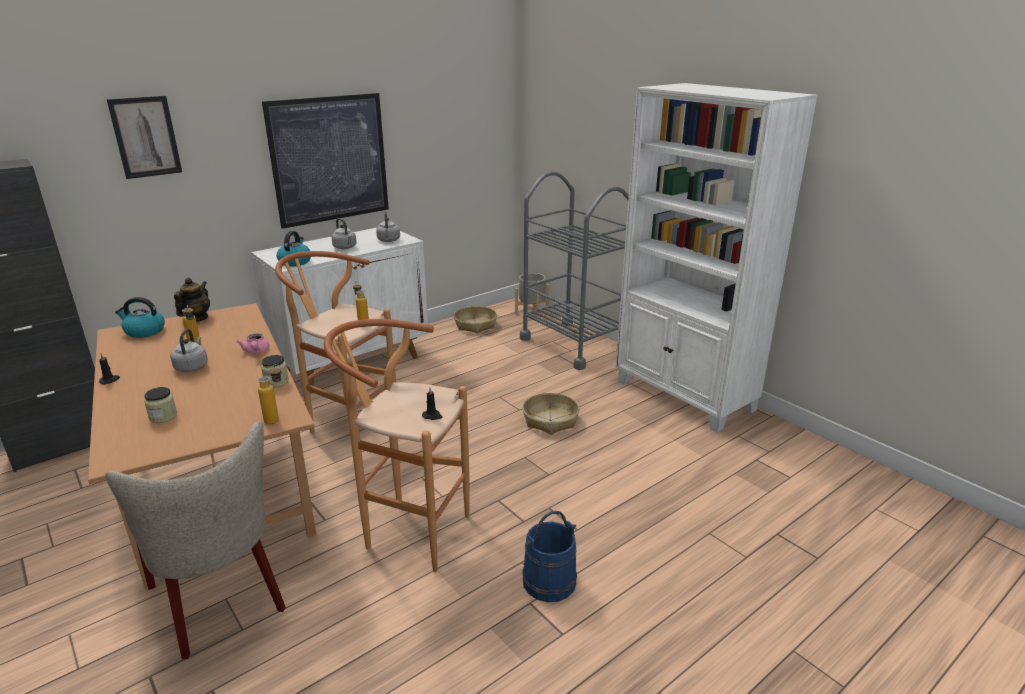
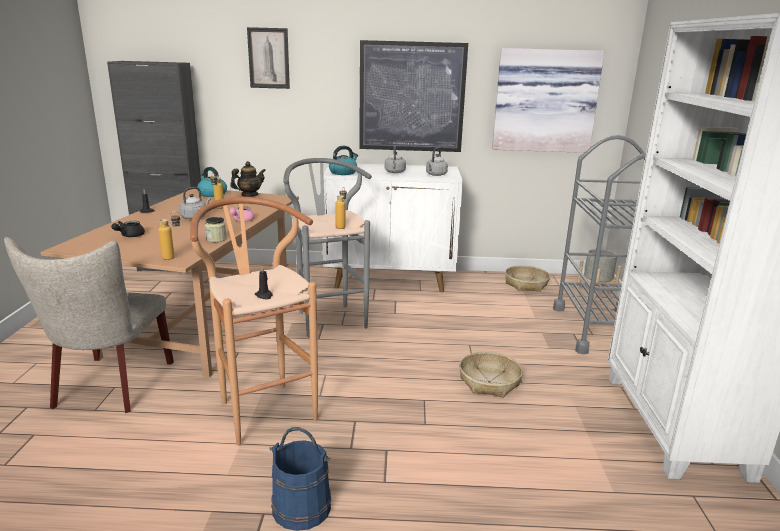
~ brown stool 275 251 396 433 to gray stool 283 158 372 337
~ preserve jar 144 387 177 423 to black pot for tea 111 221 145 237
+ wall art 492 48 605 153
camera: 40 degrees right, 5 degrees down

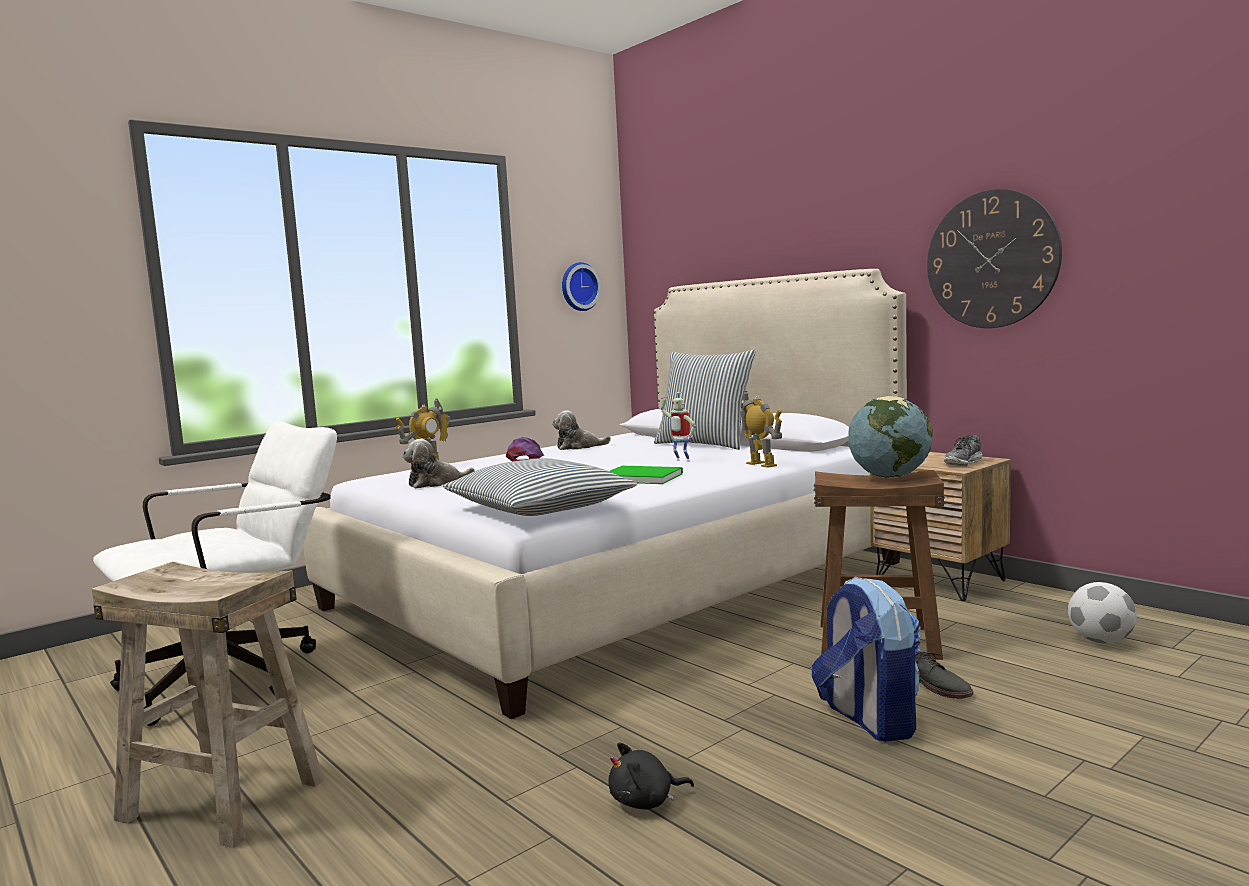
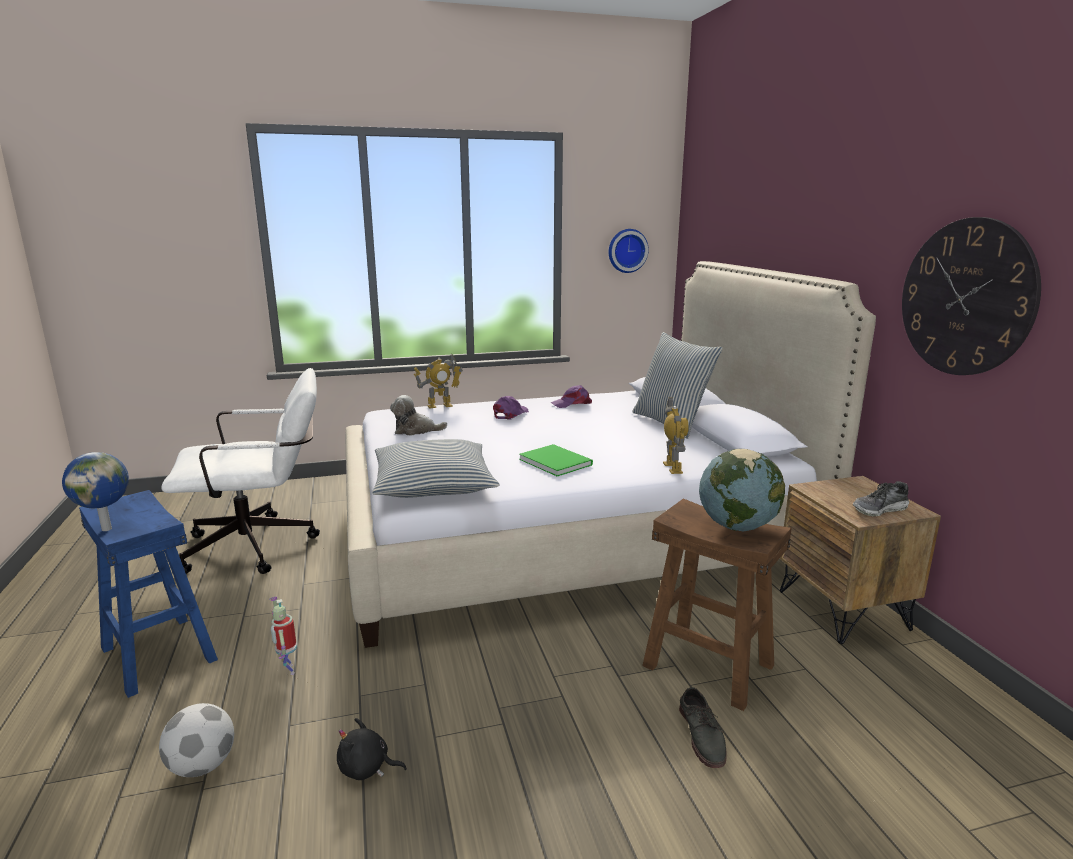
~ robot figure 660 392 696 462 to 270 597 297 675
~ plush toy 552 410 611 450 to purple-coloured baseball cap 551 385 592 408
~ beige-coloured stool 92 562 324 848 to blue-coloured stool 79 490 218 698
- rucksack 812 577 921 742
~ ball for football 1068 582 1137 644 to 159 703 234 777
+ desk globe 62 452 129 531
camera: 25 degrees right, 10 degrees up

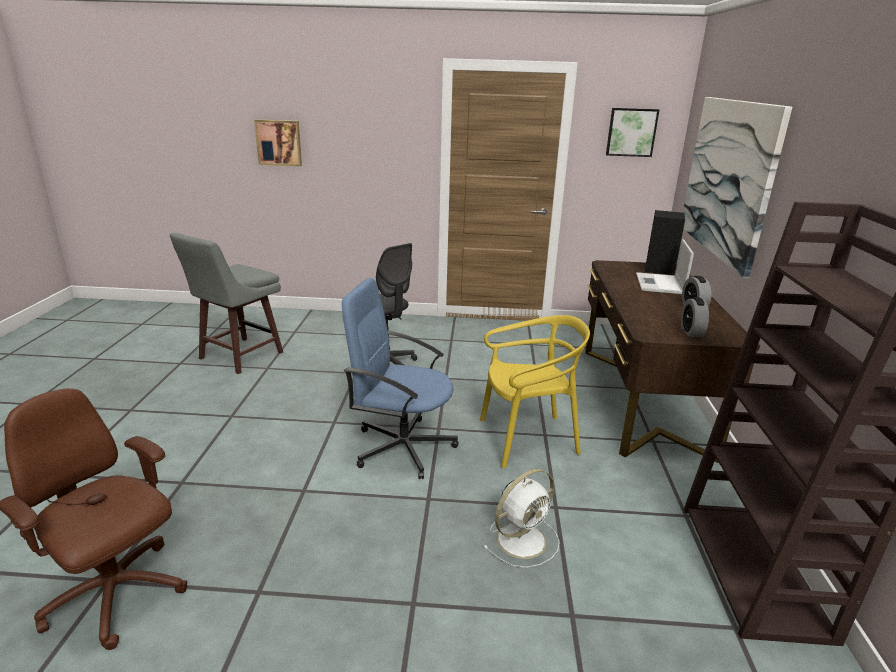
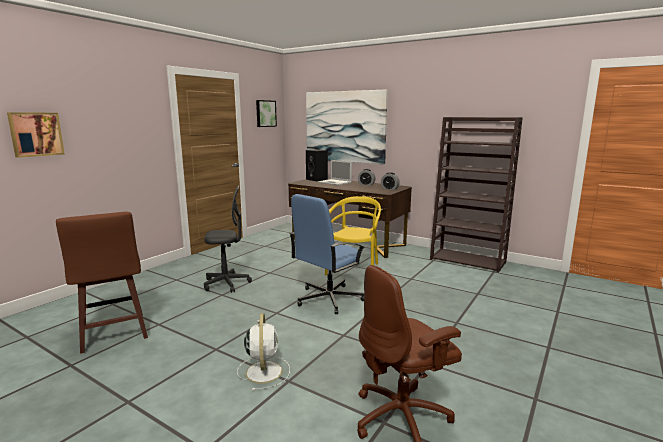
~ gray stool 170 233 283 374 to brown stool 56 212 148 354
~ whitish cooling fan 483 469 560 568 to 237 313 290 391
camera: 60 degrees left, 10 degrees down

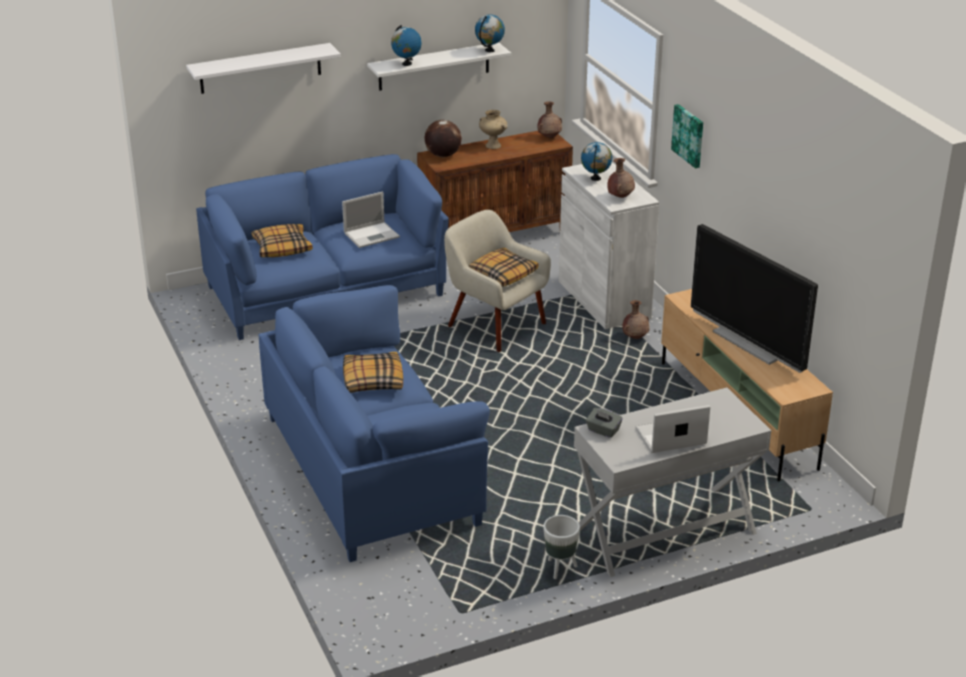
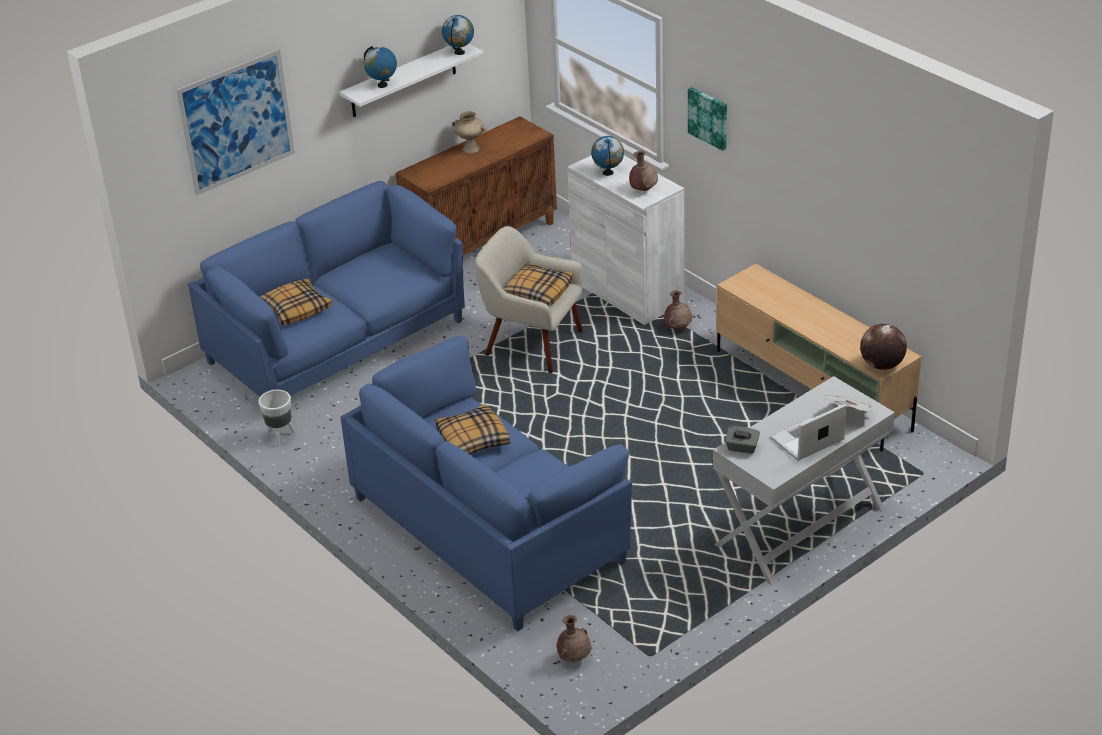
~ whitish wall shelf 186 43 341 94 to wall art 176 49 295 196
~ brown flower vase 537 101 562 138 to 557 615 591 662
~ desk globe 424 120 462 157 to 860 324 907 370
- notebook computer 342 191 400 248
- TV 691 224 818 373
~ whitish planter 543 515 580 579 to 258 390 296 447
+ daily paper 824 395 874 412
camera: 15 degrees left, 5 degrees up

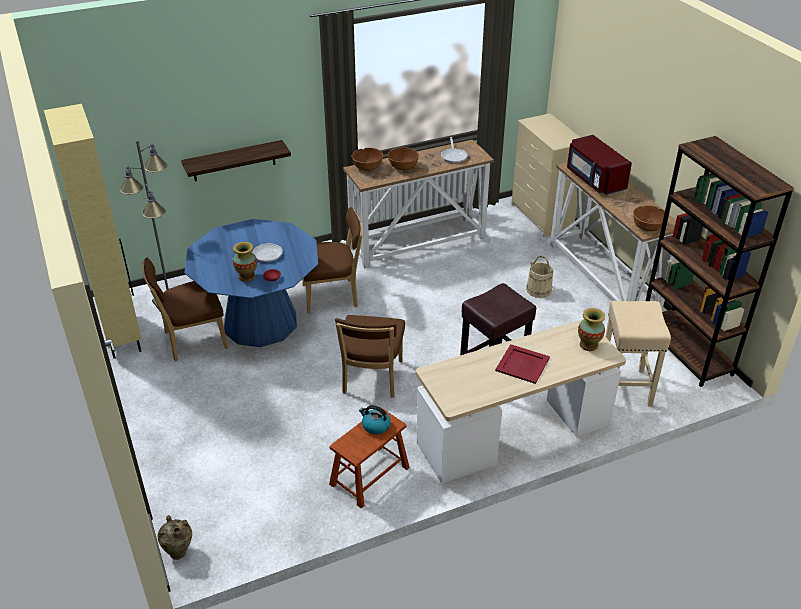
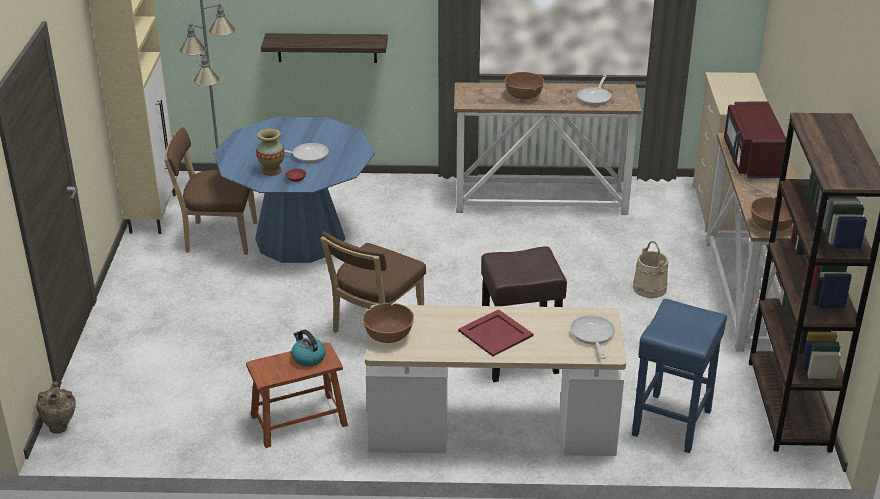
~ brown deep dish 352 148 383 171 to 362 303 414 343
- brown plain chair 302 207 363 314
~ beige-coloured stool 605 301 671 407 to blue-coloured stool 632 299 727 453
~ flower vase 578 308 605 351 to pan 570 315 615 359
camera: 25 degrees right, 5 degrees down

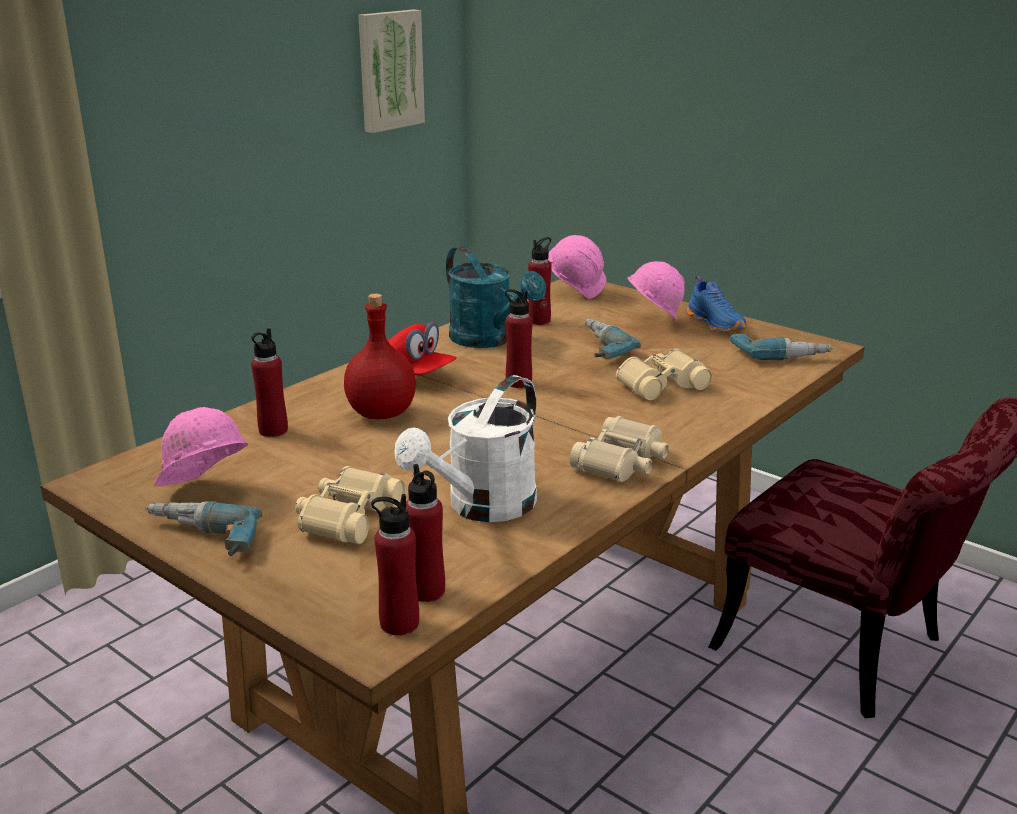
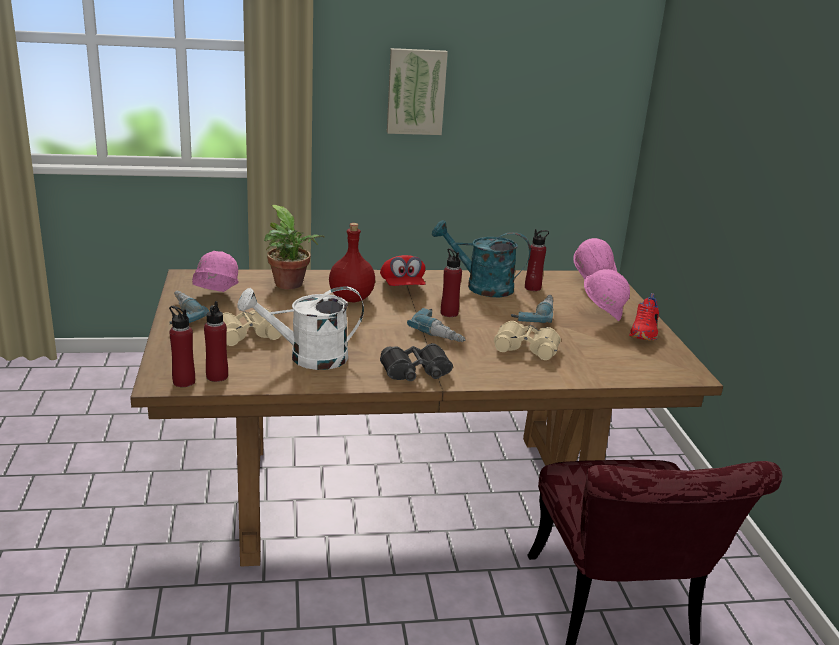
~ wall art 358 9 425 133 to 387 48 448 135
~ turquoise watering pot 446 246 546 348 = 432 220 531 297 105 degrees clockwise
~ blue-coloured shoe 687 276 746 333 to red-coloured shoe 629 293 659 341
~ red-coloured beverage bottle 251 328 288 437 to houseplant 264 205 325 290
~ drill 730 333 833 360 to 407 308 466 342
~ beige-coloured pair of binoculars 570 416 669 482 to black pair of binoculars 380 343 453 381
camera: 40 degrees right, 0 degrees up

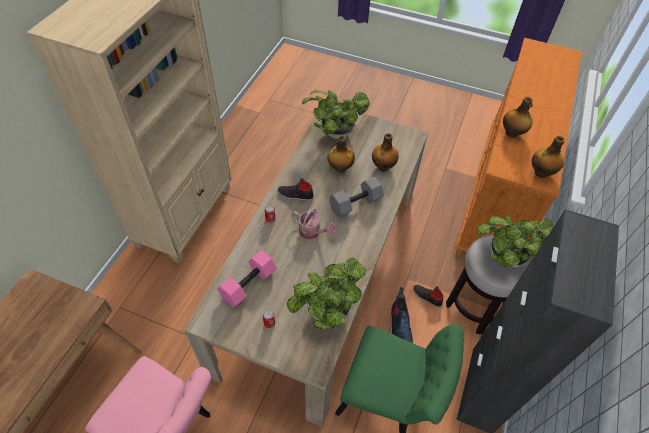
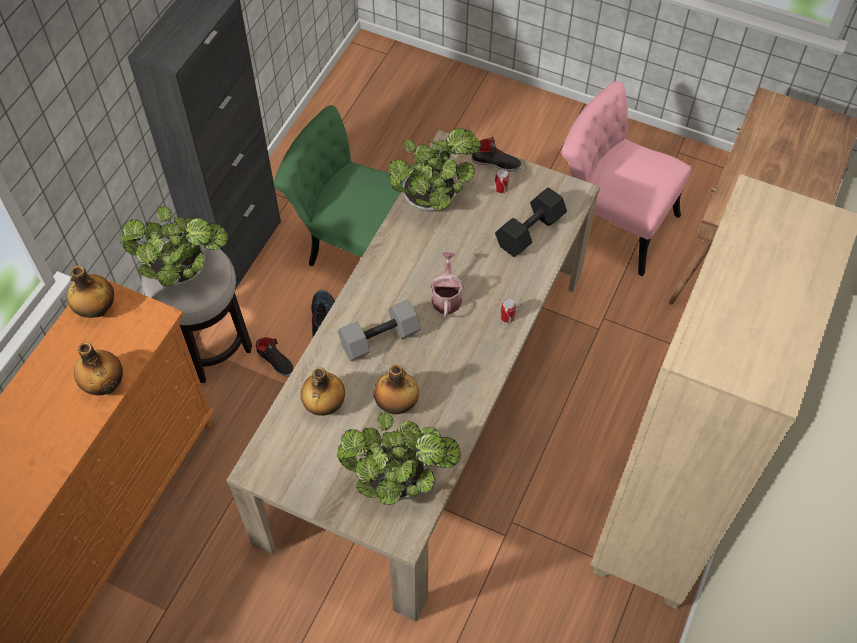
~ black shoe 278 178 314 201 to 472 137 521 172
~ watering pot 291 208 336 239 = 430 252 464 318 60 degrees clockwise
~ pink-coloured dumbbell 217 250 277 307 to black dumbbell 495 188 567 257
camera: 175 degrees left, 5 degrees up

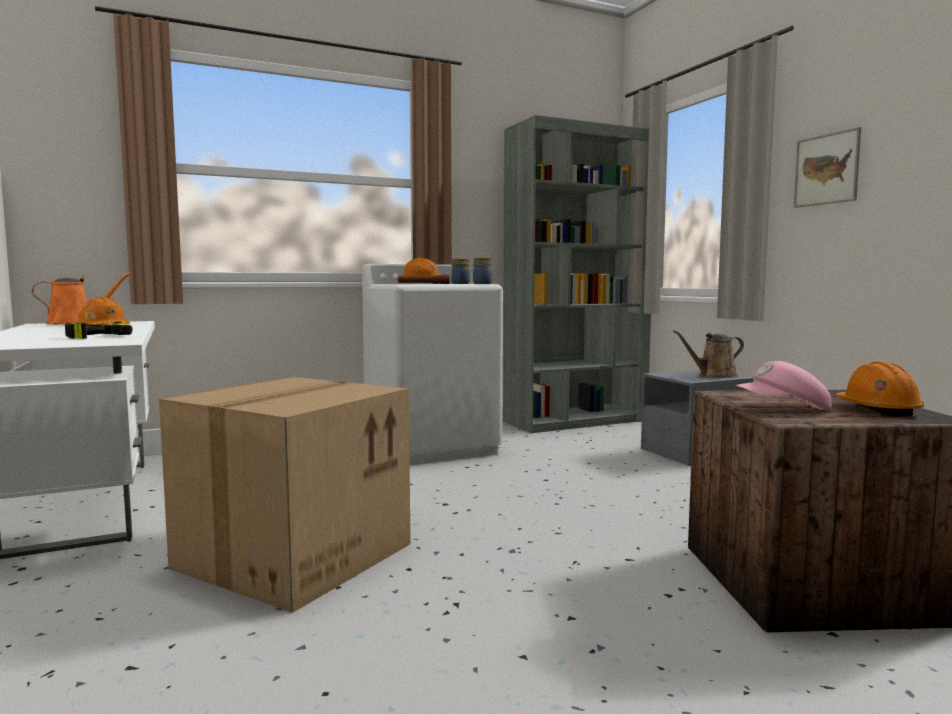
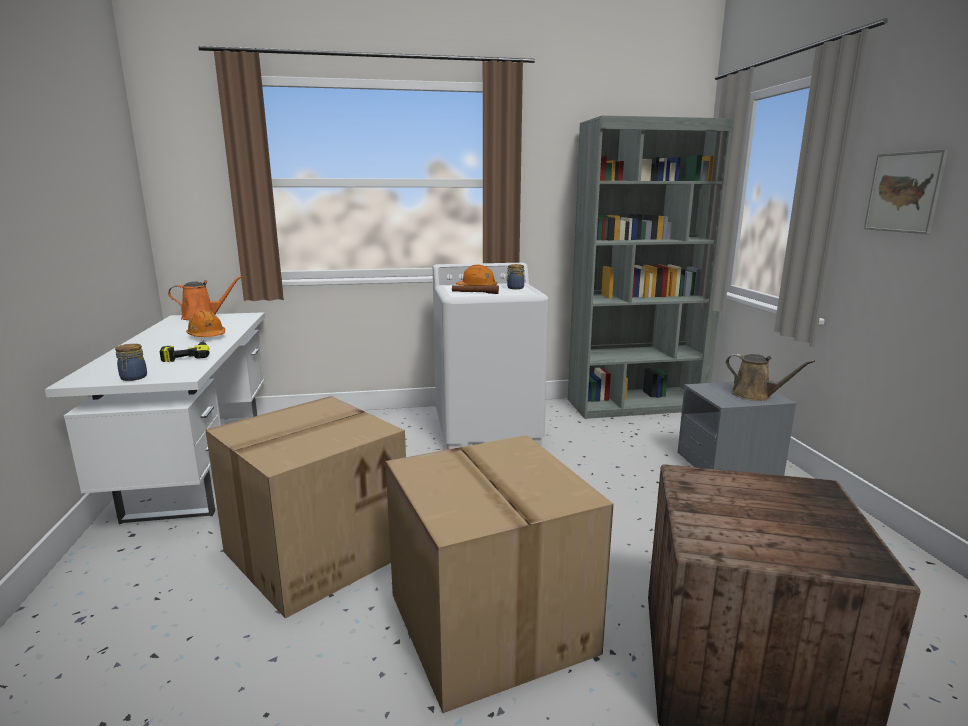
~ preserve jar 473 257 492 284 to 115 344 147 381
~ brown watering pot 673 330 744 378 = 726 354 815 401 135 degrees counterclockwise
- pink-coloured baseball cap 736 361 832 410
- orange safety helmet 836 361 924 417
+ cardboard box 386 435 614 713
camera: 15 degrees right, 10 degrees up

